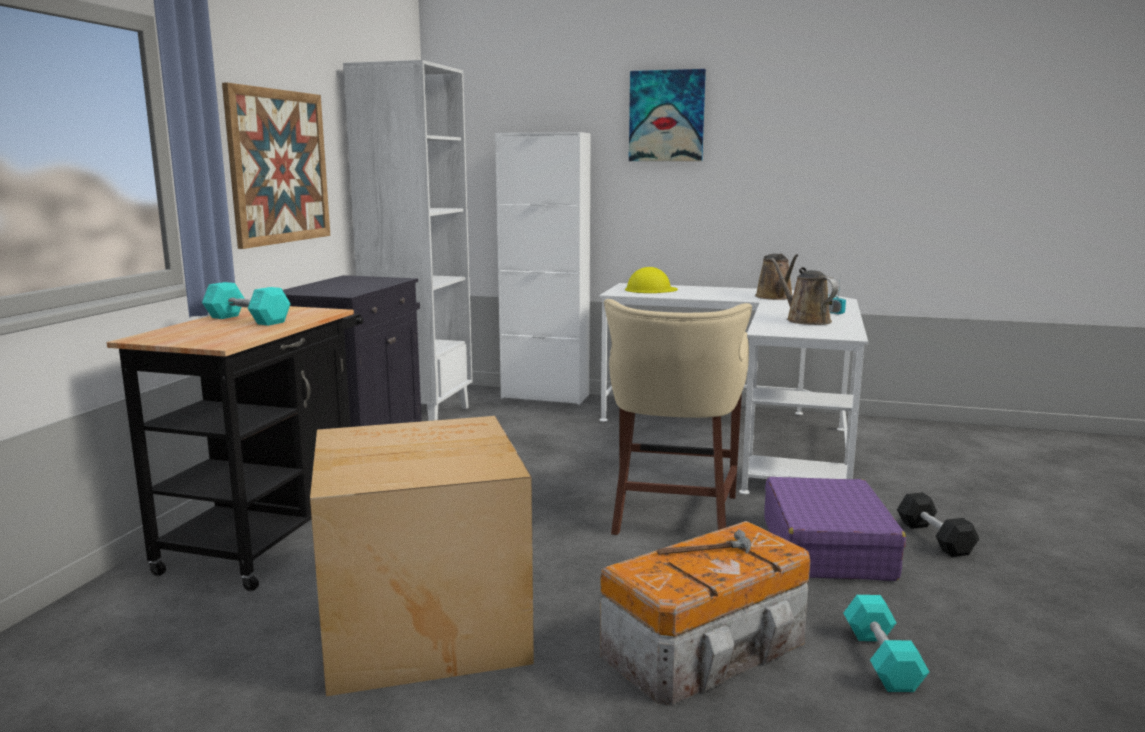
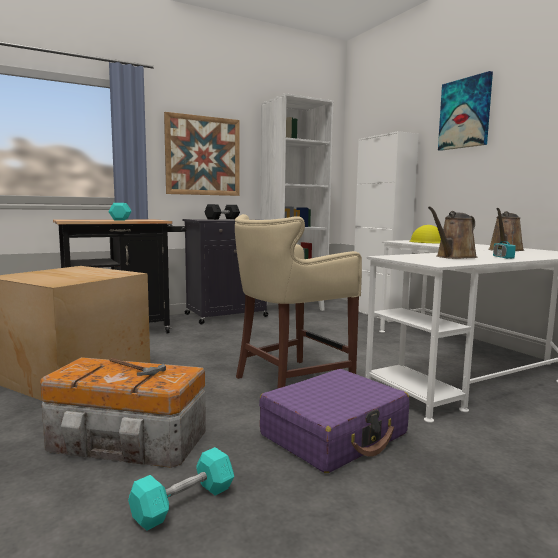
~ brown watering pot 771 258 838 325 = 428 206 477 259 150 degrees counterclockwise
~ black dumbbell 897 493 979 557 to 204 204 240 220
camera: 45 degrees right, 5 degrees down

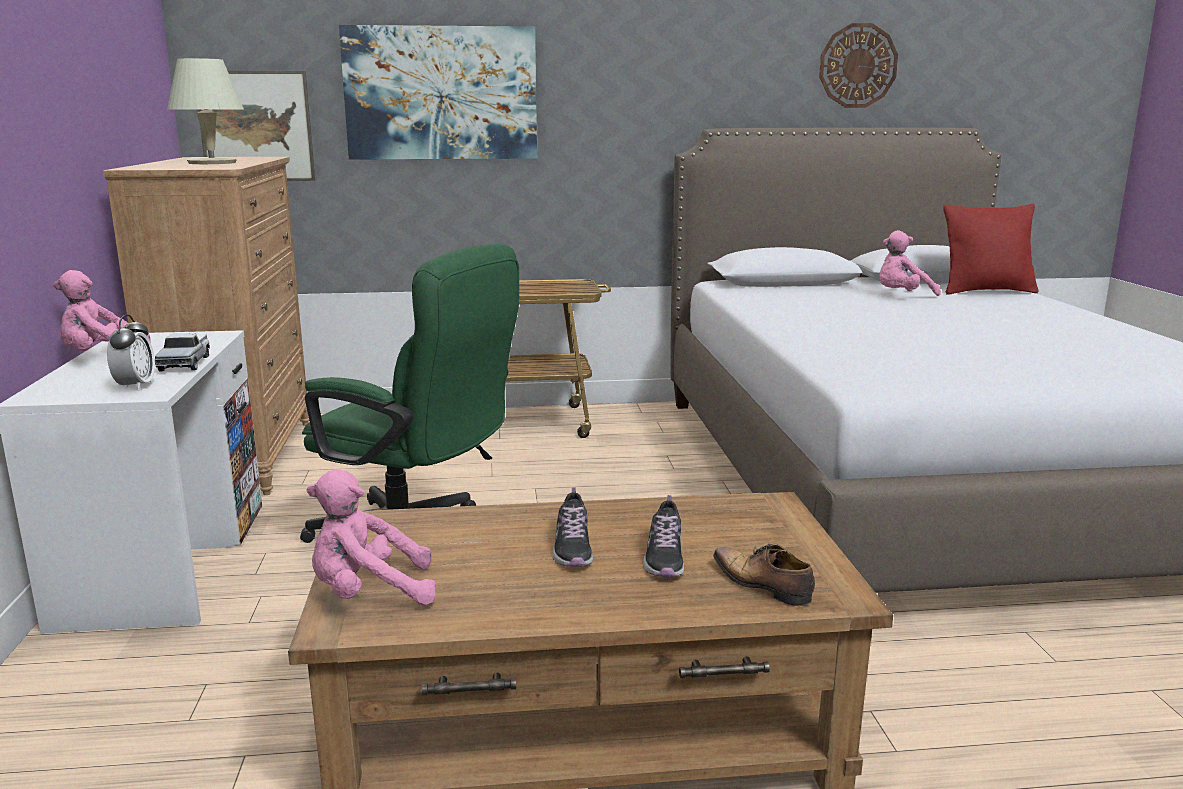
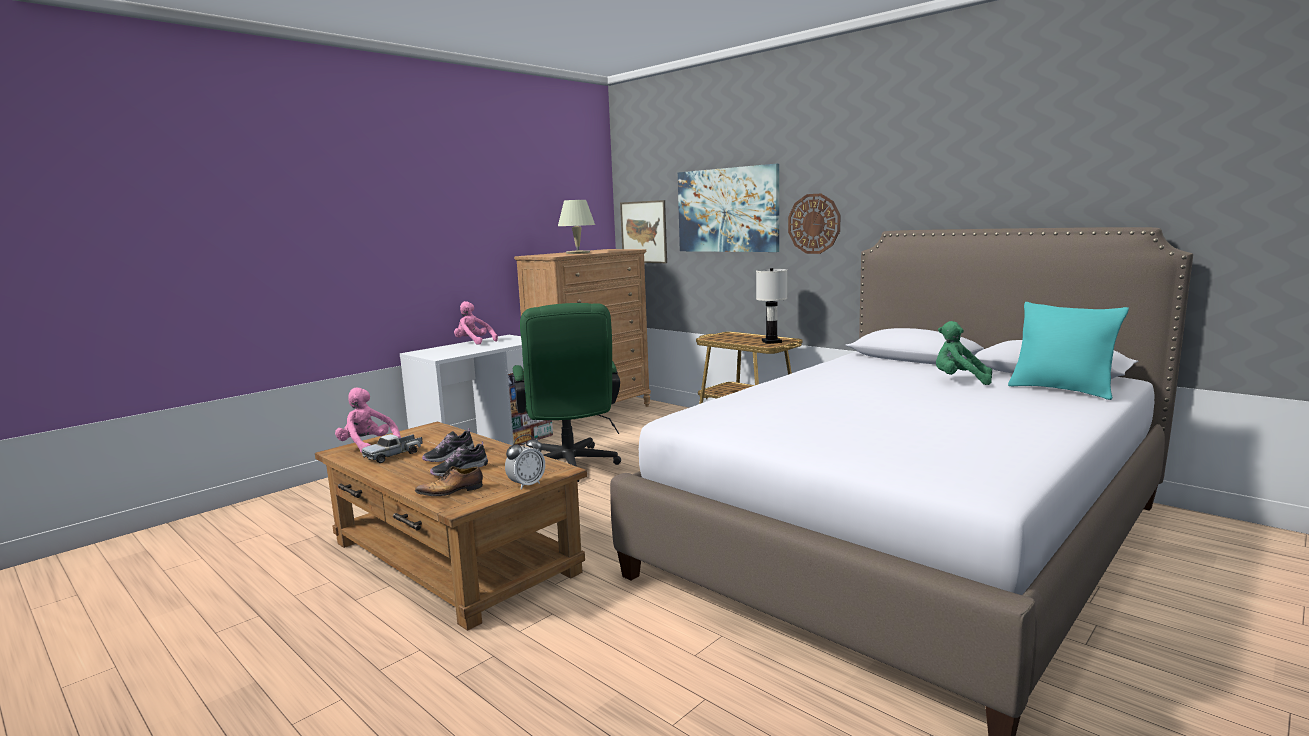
~ clock on the wall 819 23 898 108 to 788 193 840 254
~ red-coloured throw pillow 943 204 1039 295 to turquoise throw pillow 1008 302 1129 400
~ pink-coloured plush toy 879 230 941 296 to greenish plush toy 936 321 992 385
~ alarm clock 107 315 155 391 to 505 434 545 490
~ toy lorry 155 333 210 372 to 362 434 423 463
~ shoe 713 543 815 606 = 415 466 483 496 120 degrees counterclockwise
+ whitish lamp for a table 756 268 787 344
camera: 50 degrees right, 5 degrees down

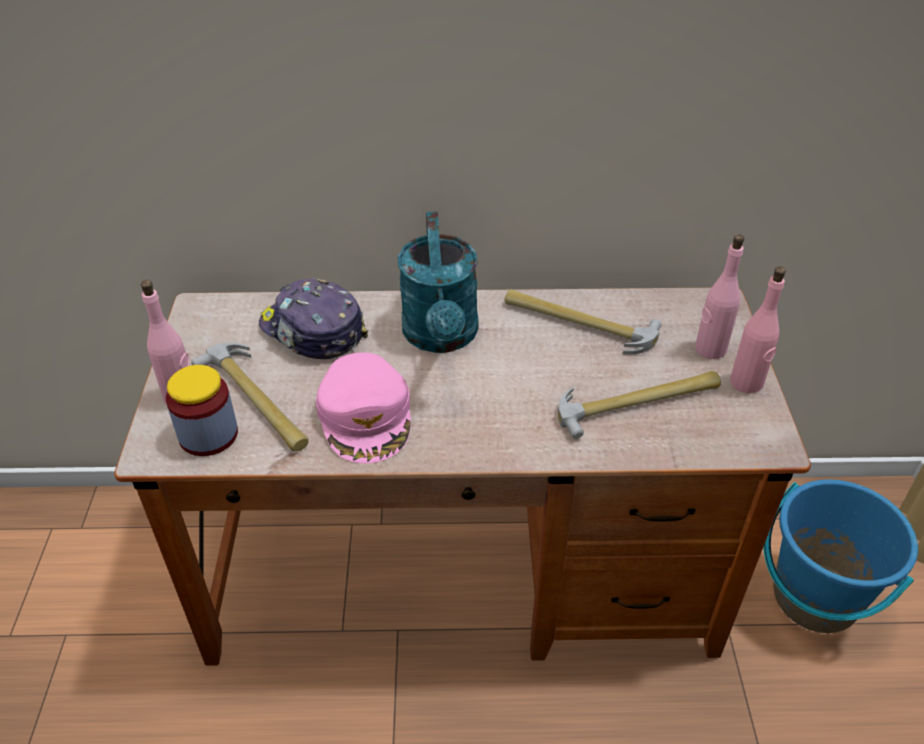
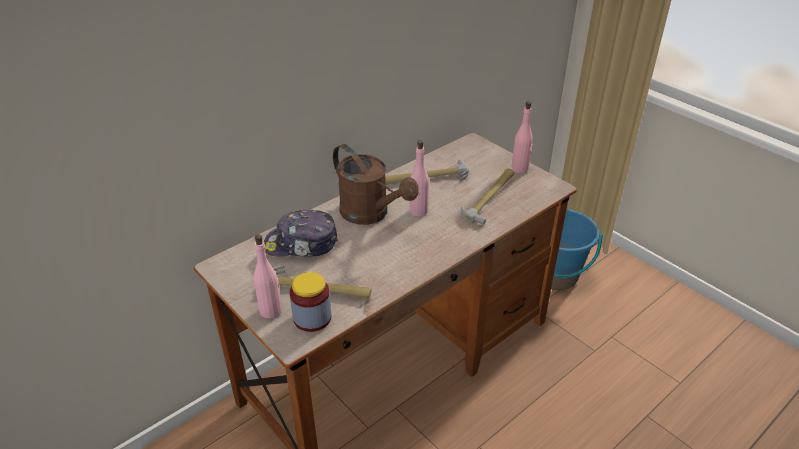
~ turquoise watering pot 398 212 478 353 to brown watering pot 333 144 419 225
~ pink-coloured beverage bottle 695 234 744 359 to 409 140 429 216
- pink-coloured baseball cap 316 353 411 463
camera: 40 degrees left, 5 degrees down

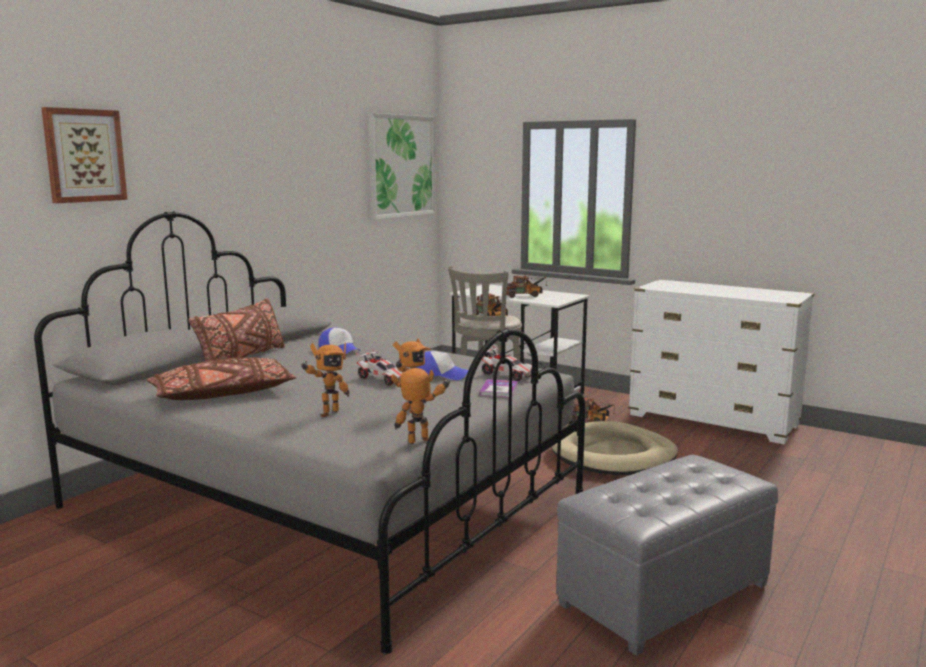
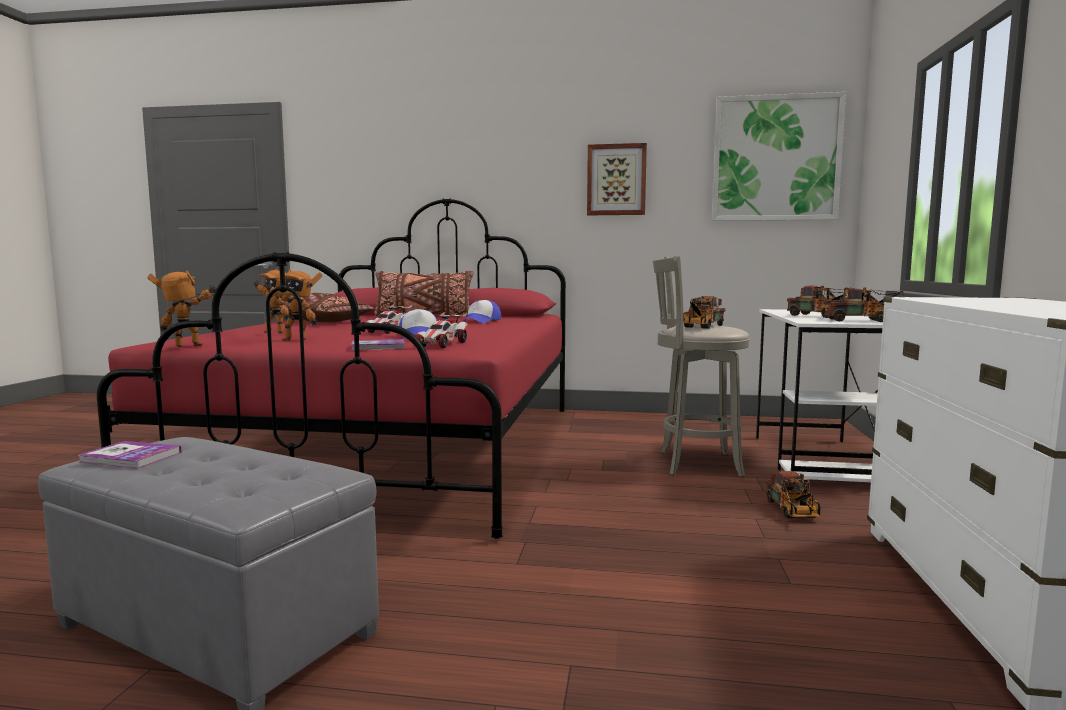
~ wall art 41 107 128 203 to 587 143 647 215
~ gray bed 34 211 586 654 to red-coloured bed 97 198 566 539
~ robot figure 391 368 451 444 = 147 270 217 347 60 degrees counterclockwise
- beige-coloured dog bed 551 421 678 475
+ toy lorry 824 287 904 322
+ book 78 441 182 469
camera: 65 degrees right, 5 degrees down

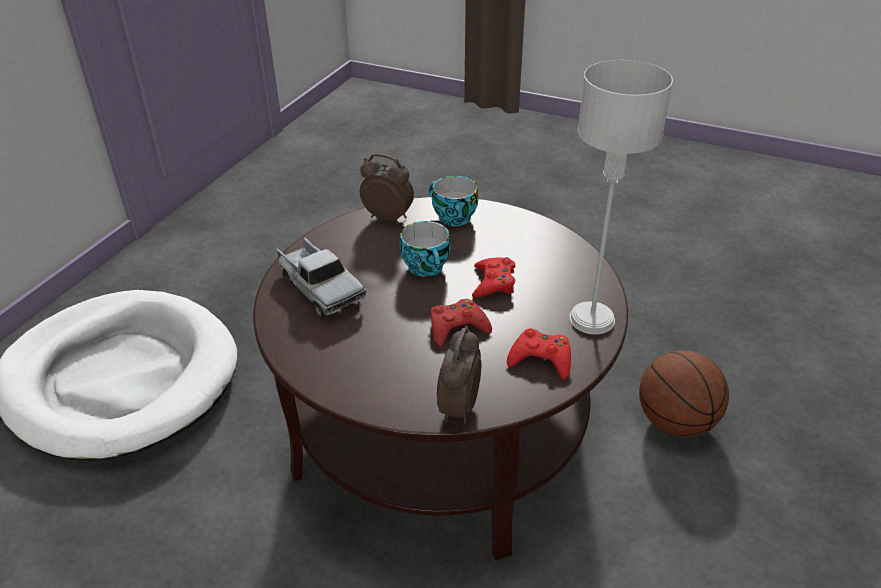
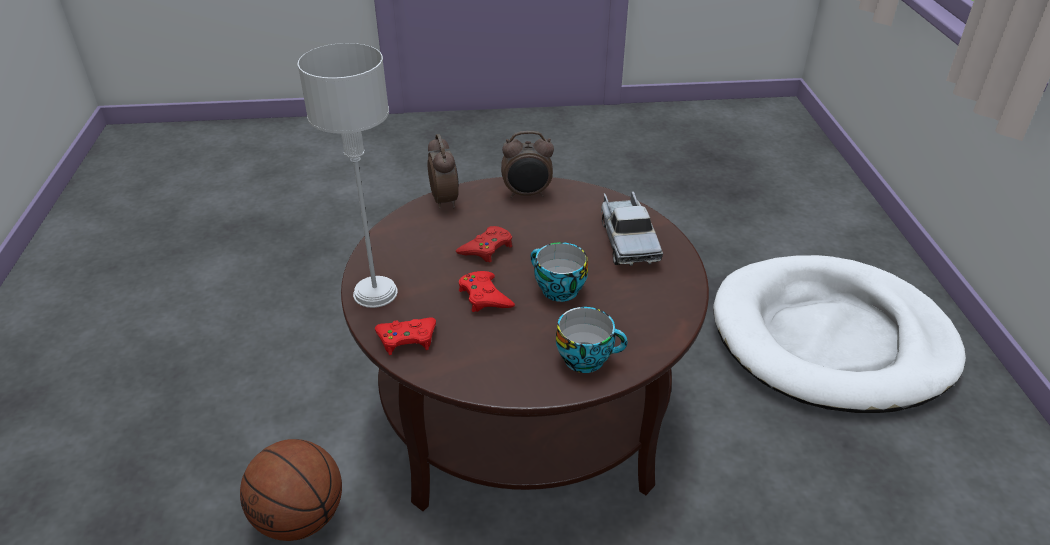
~ alarm clock 360 153 414 224 to 501 131 554 198
~ toy lorry 277 237 366 317 = 601 191 663 266 120 degrees counterclockwise
~ red-coloured gamepad 507 328 571 380 to 375 318 436 355
camera: 150 degrees right, 0 degrees up

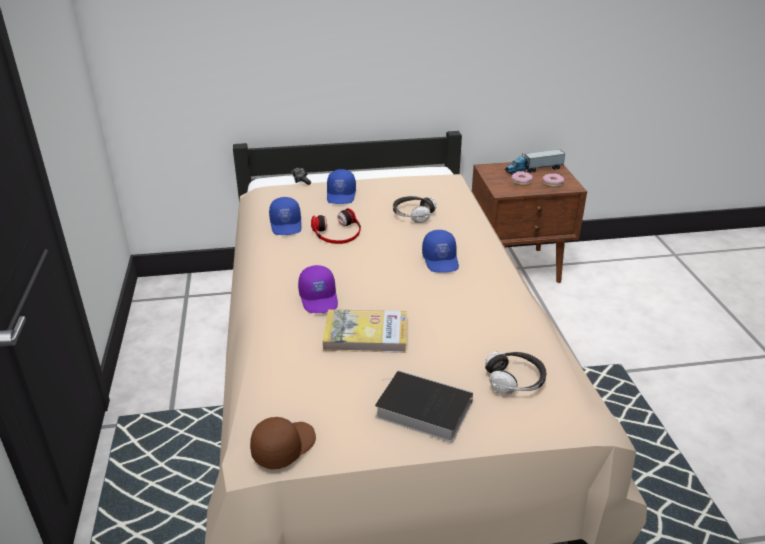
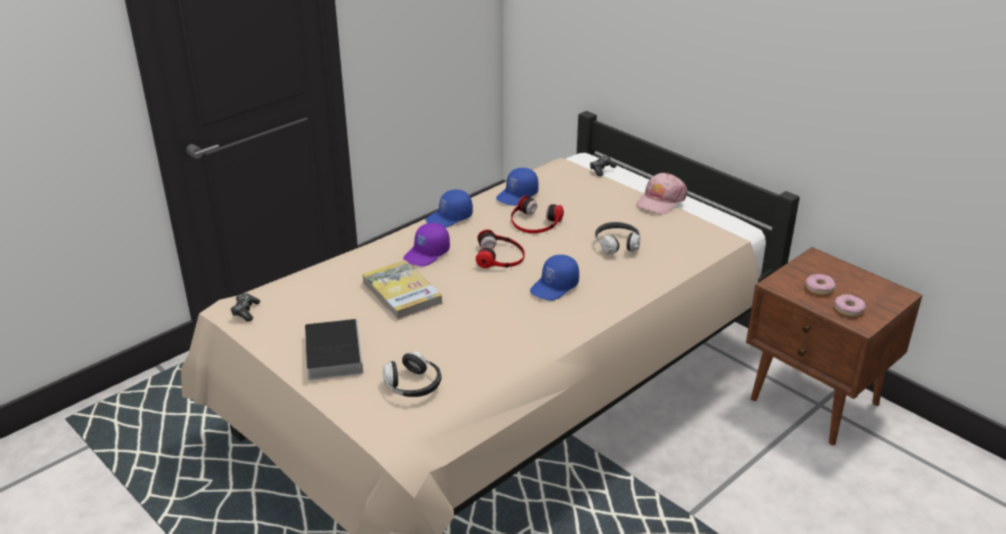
- toy lorry 505 149 566 174
~ blue-coloured baseball cap 327 169 356 204 to 426 190 473 228
~ brown baseball cap 250 417 316 470 to gamepad 231 293 260 321
+ pink-coloured baseball cap 636 173 688 214
+ headphones 476 230 525 268
camera: 55 degrees right, 0 degrees up

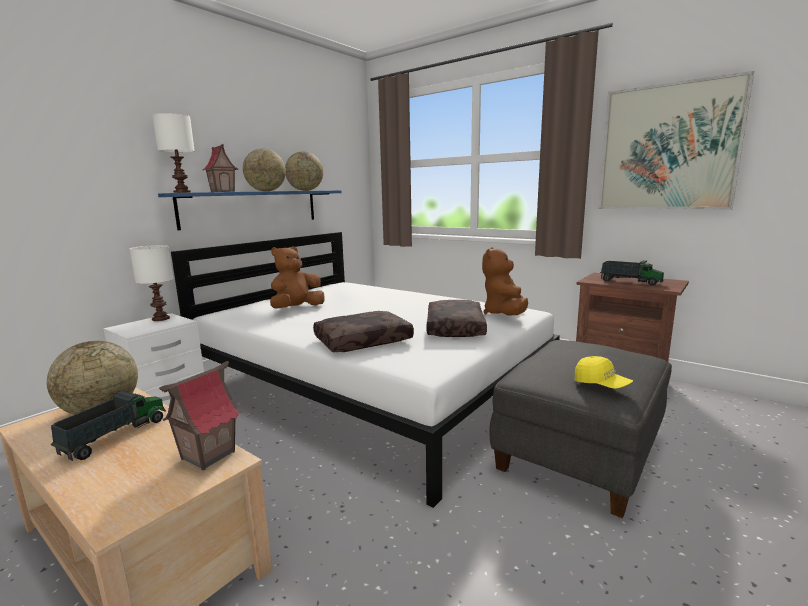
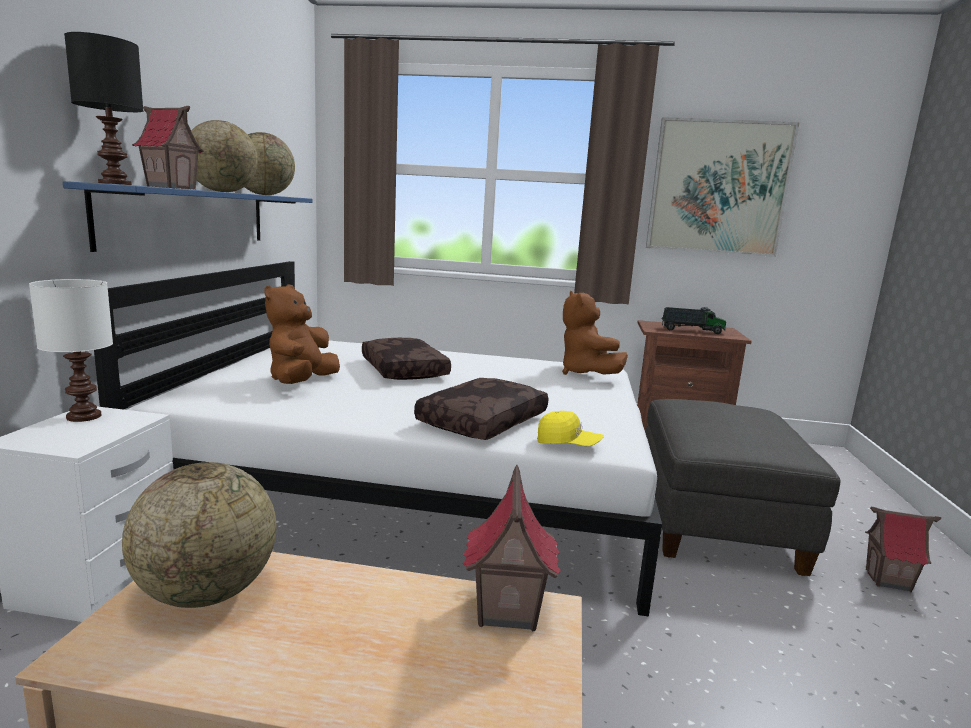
~ whitish lamp for a table 152 113 195 193 to black lamp for a table 64 32 143 185
~ brown throw pillow 427 300 487 337 to 362 338 451 380
~ yellow-coloured baseball cap 575 356 633 389 to 537 411 604 446
- toy lorry 51 391 166 461
+ miniature house 865 507 941 592
camera: 30 degrees left, 0 degrees up

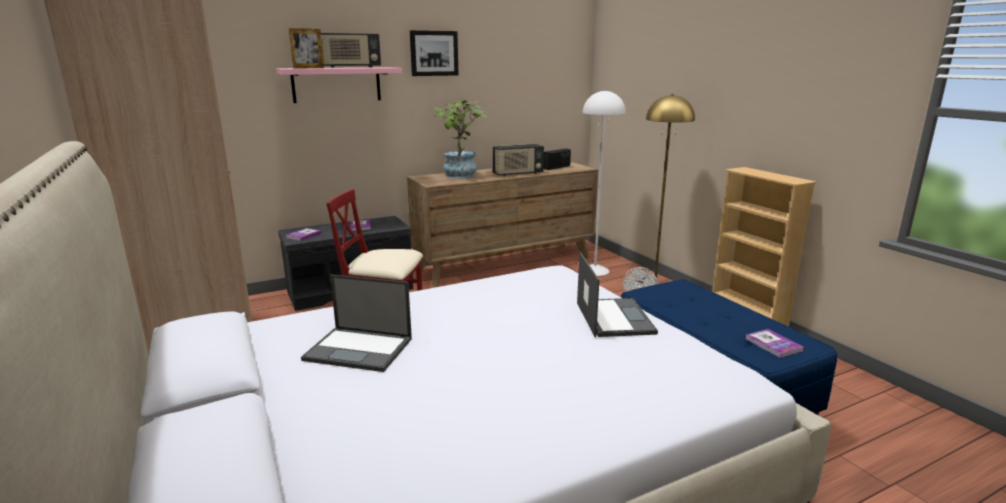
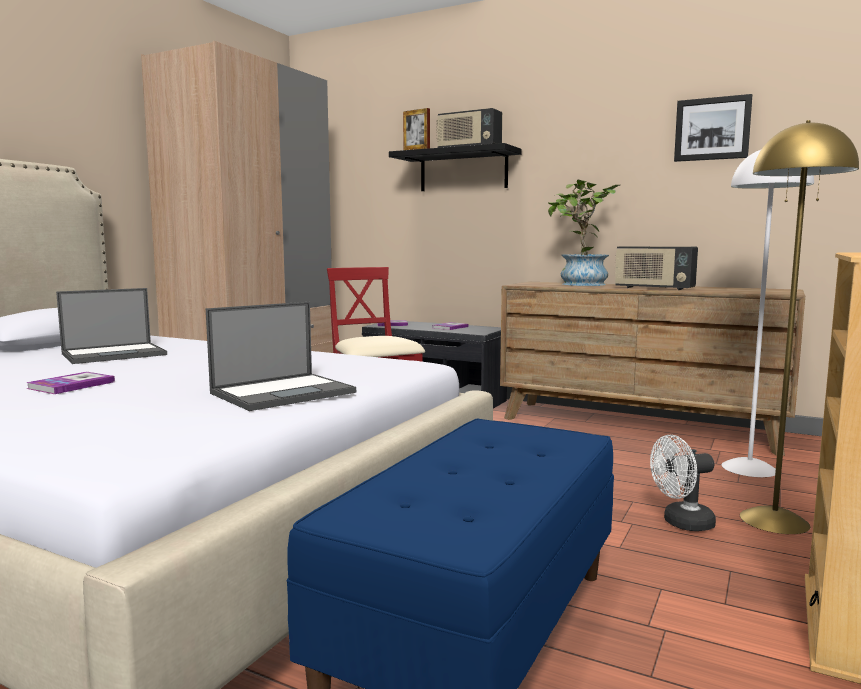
~ wall art 410 30 459 76 to 674 94 752 162
~ pink-coloured wall shelf 276 67 402 103 to black wall shelf 389 143 522 191
- radio set 543 148 571 170
~ notebook computer 301 275 412 372 = 56 288 167 364 105 degrees counterclockwise
~ book 746 329 805 358 to 26 372 115 394
camera: 55 degrees right, 10 degrees down

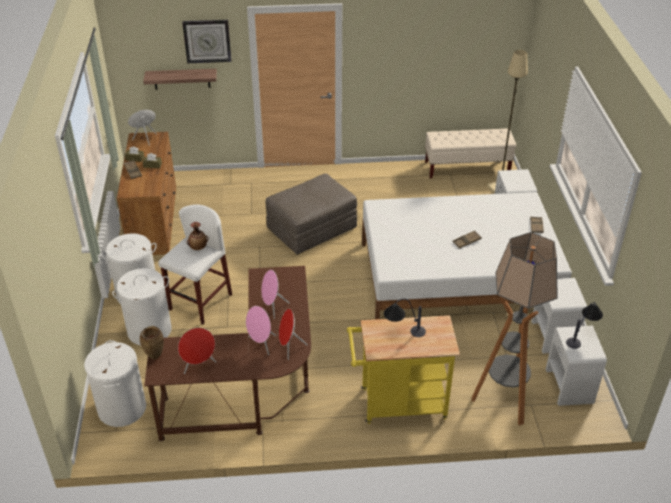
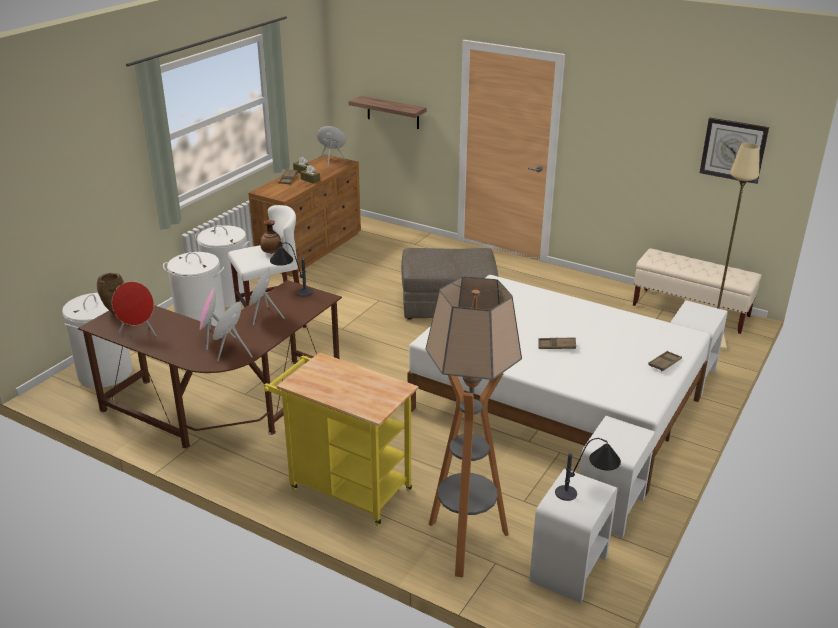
~ clock on the wall 182 20 231 63 to 700 118 769 184
~ lamp for a table 384 299 426 337 to 270 242 313 296
camera: 35 degrees right, 10 degrees down

